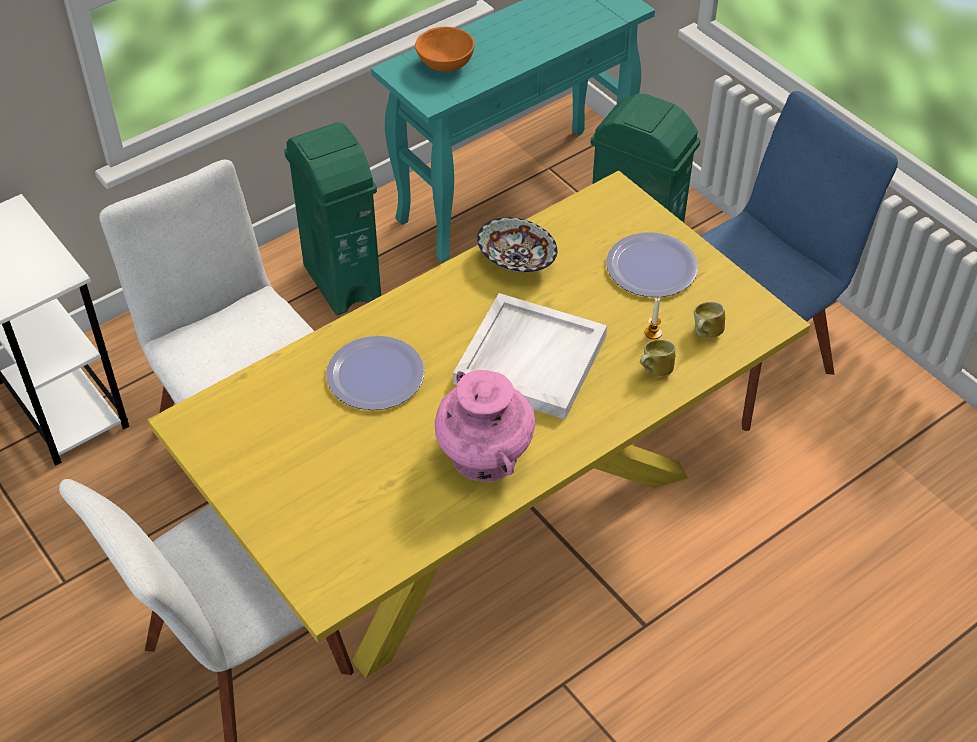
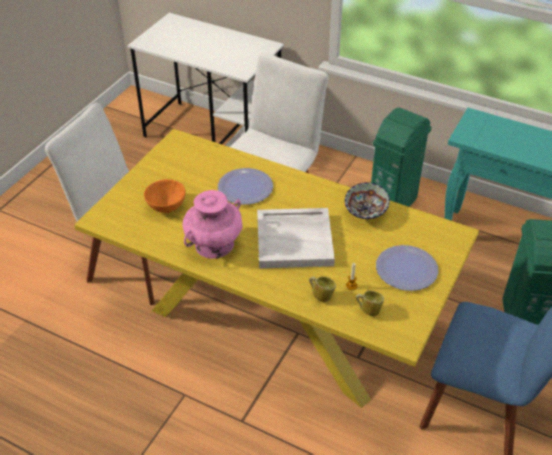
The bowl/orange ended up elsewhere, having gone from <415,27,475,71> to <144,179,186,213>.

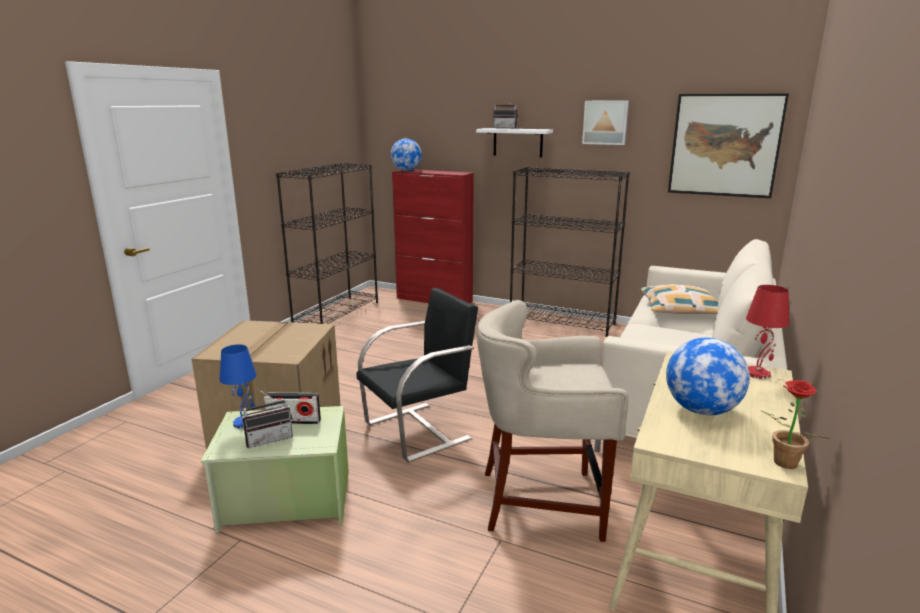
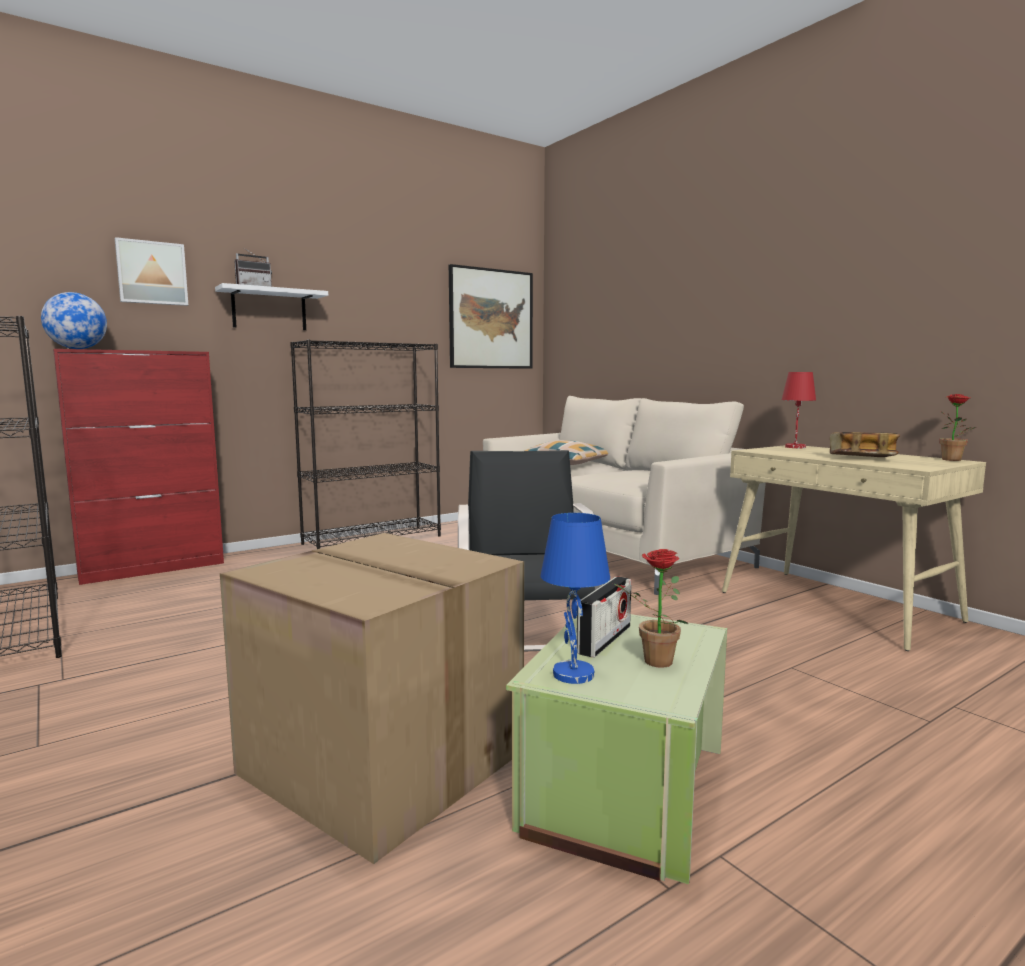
The picture ended up elsewhere, having gone from <582,101,629,145> to <115,237,188,306>.
The second view lost the stool/beige at <477,300,629,542>.
Where the globe stood at <666,338,750,415>, the book came to stand at <830,432,900,457>.
Where the radio stood at <242,388,293,448>, the potted plant came to stand at <613,549,688,668>.

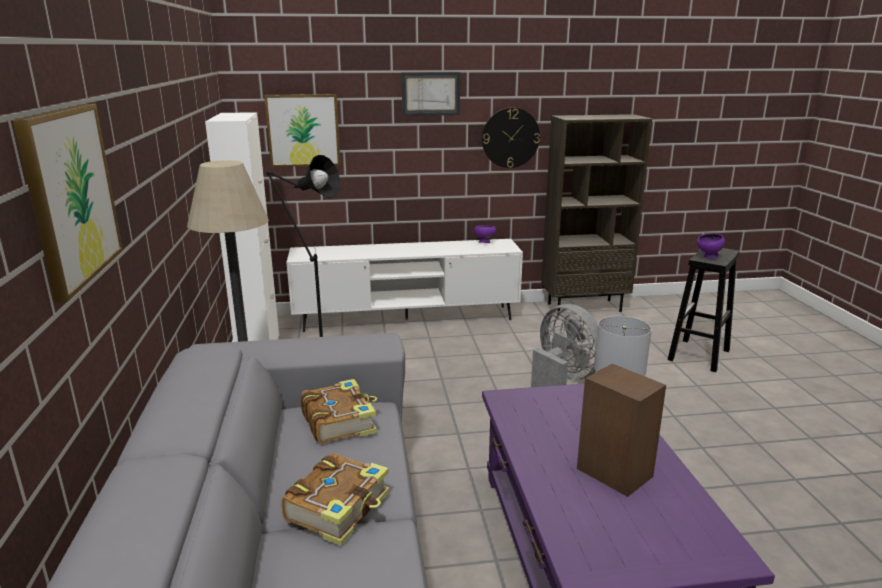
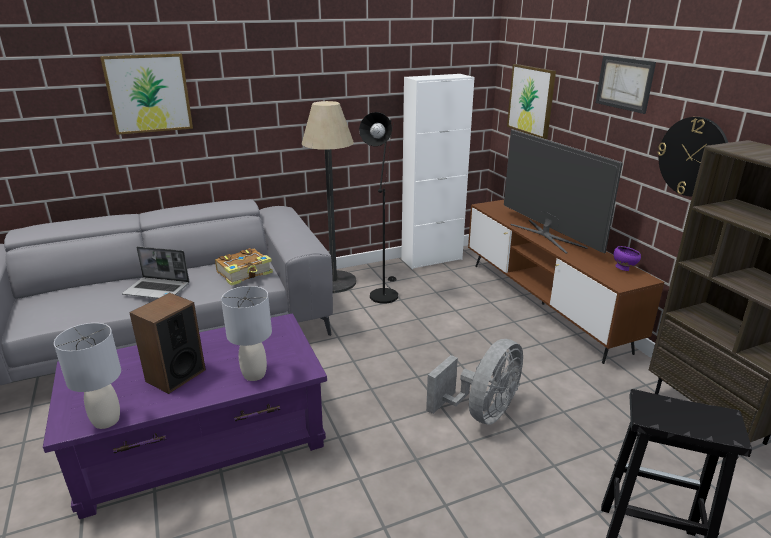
The second view lost the bowl/purple at <697,233,725,258>.
What was the tv stand/white at <286,239,523,332> turned into the tv stand/brown at <468,200,664,364>.
Where the book stood at <281,453,389,546>, the laptop came to stand at <122,246,189,298>.
The second view gained the television at <504,129,623,253>.
The second view gained the table lamp/grey at <54,323,121,429>.

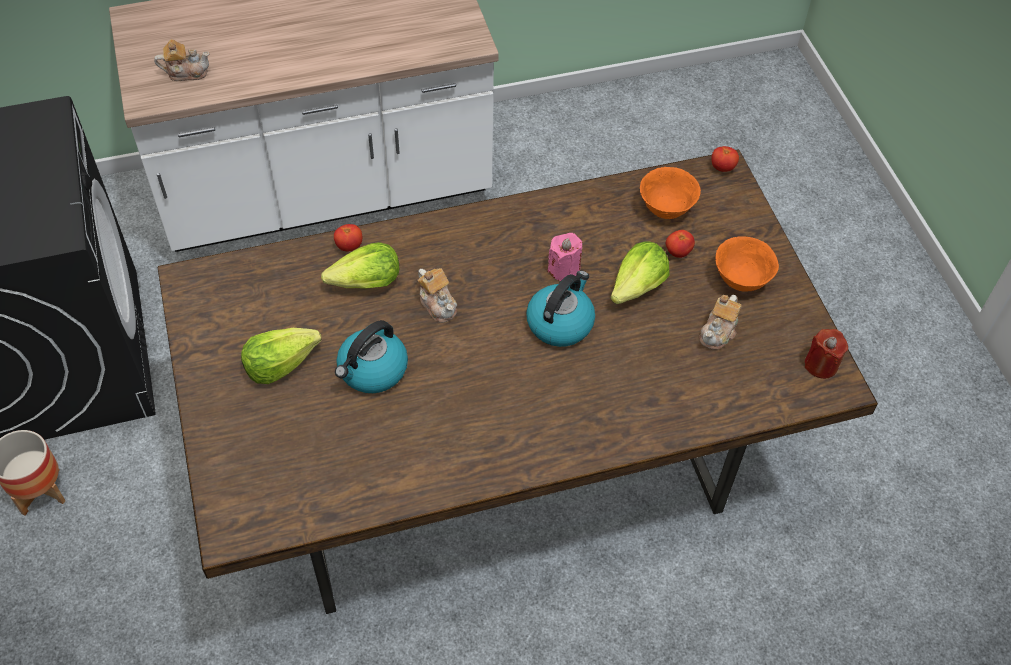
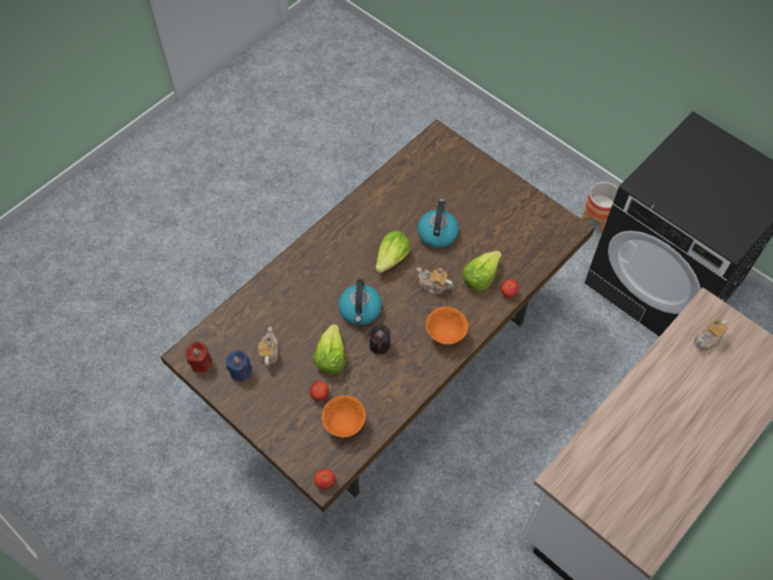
What was the candle/pink at <548,233,582,281> turned into the candle/black at <369,325,390,355>.
The bowl/orange ended up elsewhere, having gone from <715,236,779,292> to <426,307,468,345>.
The lettuce ended up elsewhere, having gone from <241,328,322,384> to <375,230,411,273>.
The second view gained the candle/blue at <226,350,252,382>.

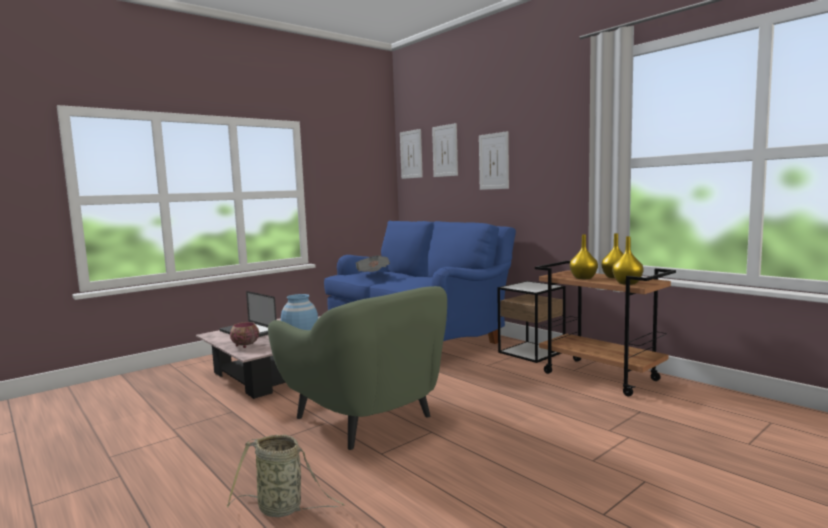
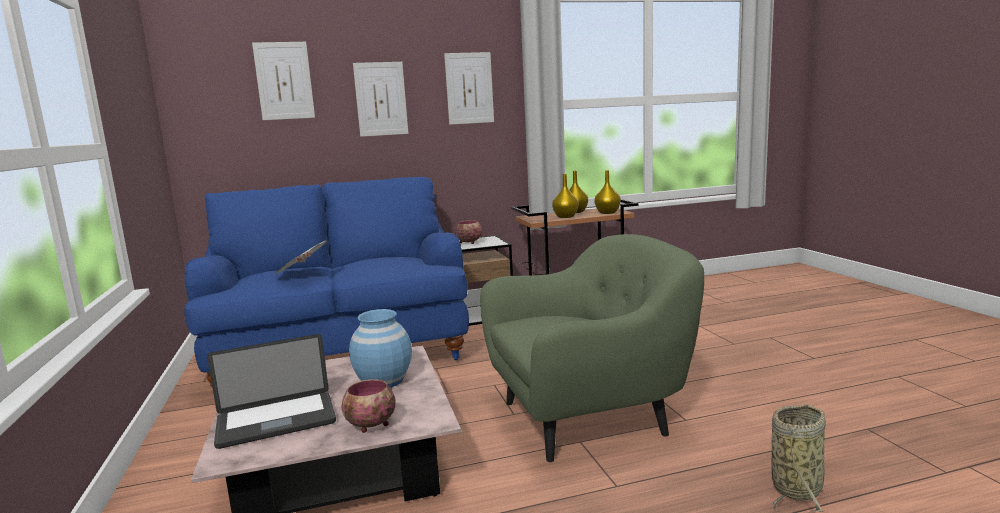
The picture ended up elsewhere, having gone from <400,129,423,179> to <444,52,494,125>.
The second view gained the bowl at <455,220,482,244>.

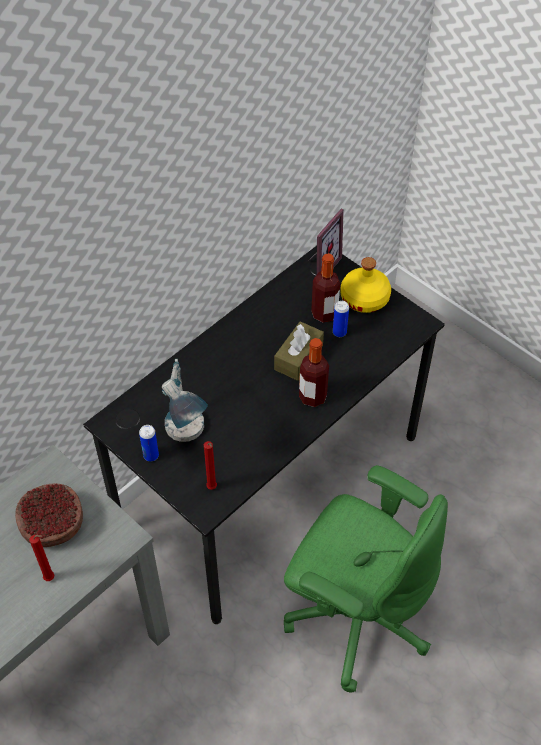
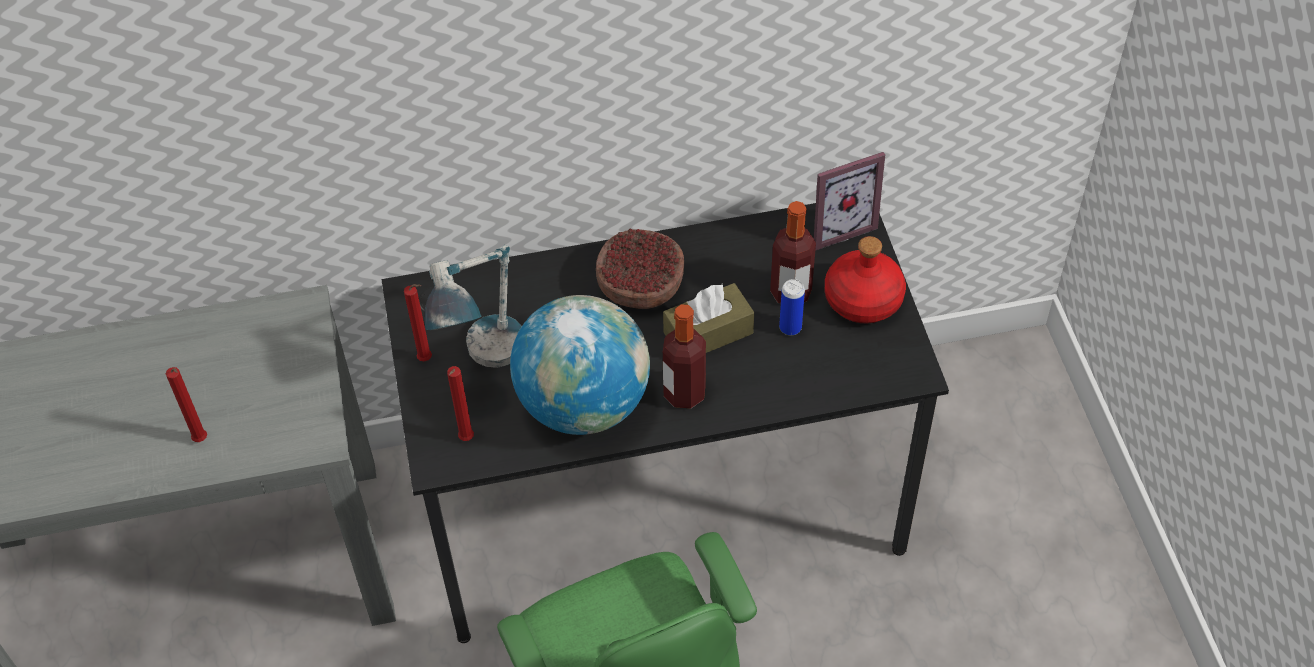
What was the bottle/yellow at <340,257,391,313> turned into the bottle/red at <825,236,906,323>.
Where the can stood at <139,425,159,461>, the candle/red came to stand at <404,284,432,361>.
The bowl ended up elsewhere, having gone from <15,483,83,547> to <596,229,684,309>.
The second view gained the globe at <510,295,650,435>.

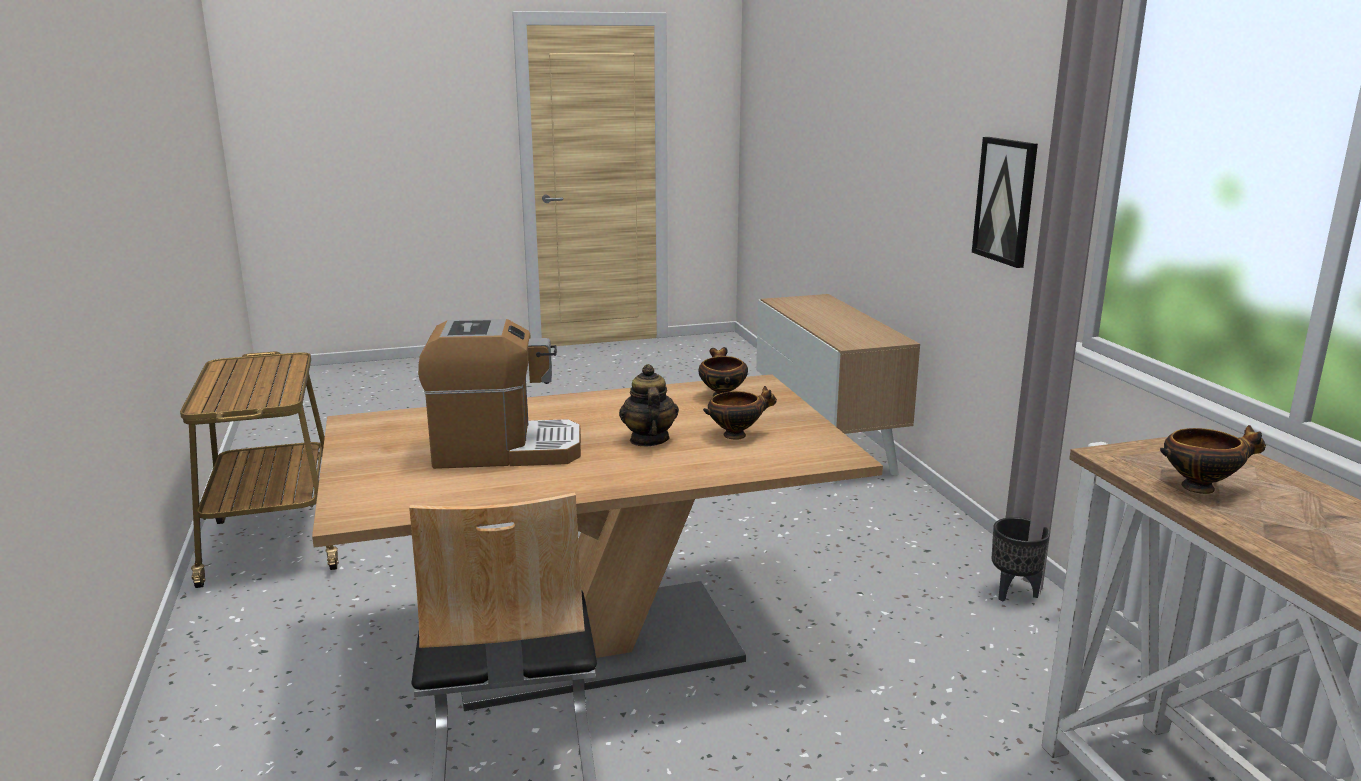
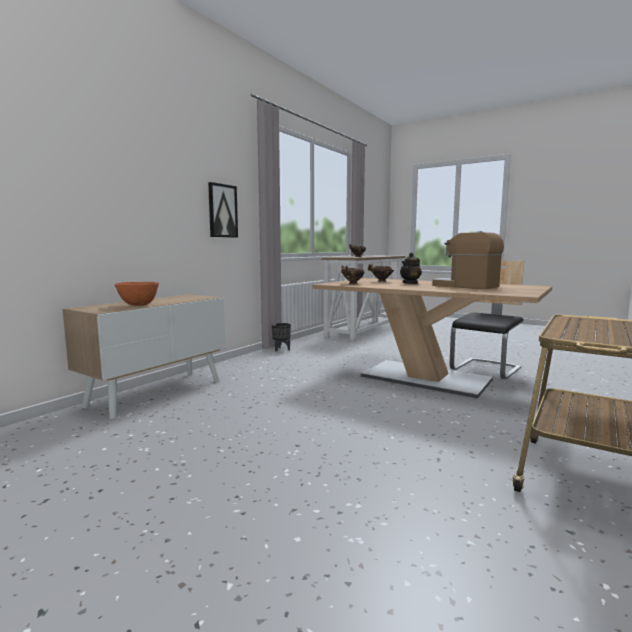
The second view gained the bowl/orange at <115,282,159,306>.

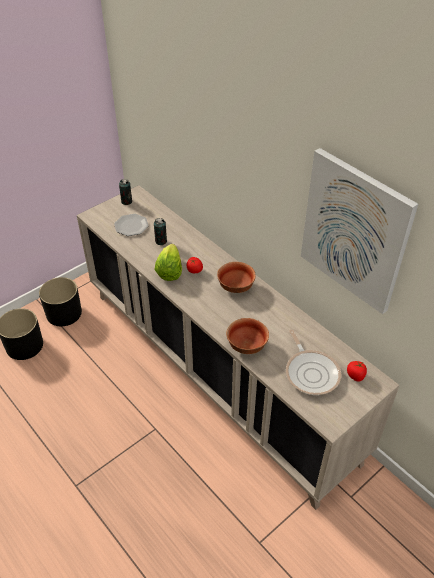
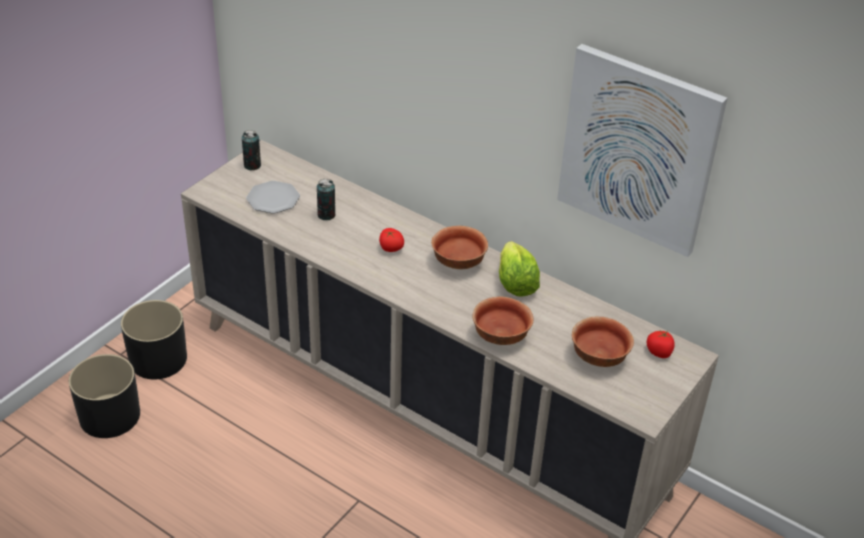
The lettuce ended up elsewhere, having gone from <155,244,182,281> to <499,241,540,297>.
Where the frying pan stood at <286,330,341,395>, the bowl came to stand at <572,316,634,367>.

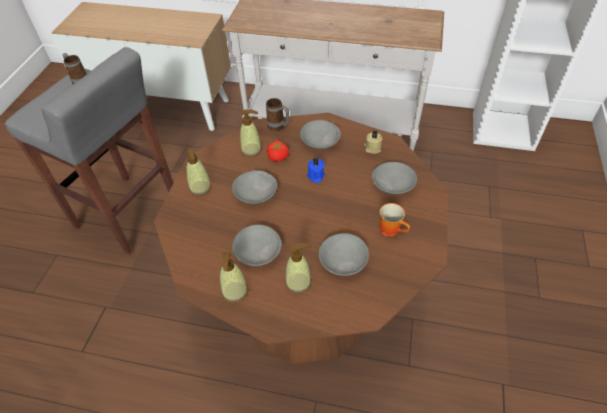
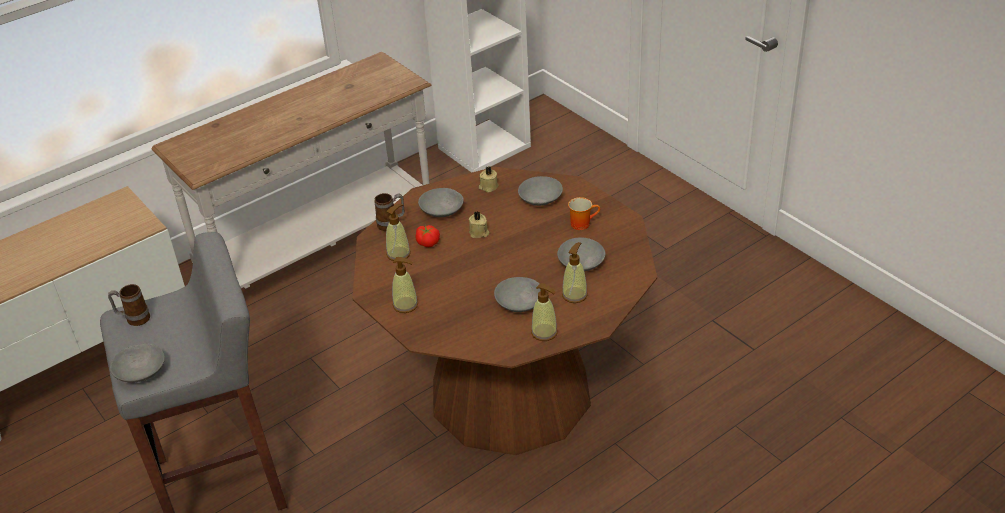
What was the candle/blue at <307,157,325,183> turned into the candle/beige at <469,211,489,238>.
The bowl/grey ended up elsewhere, having gone from <232,170,277,204> to <110,343,165,383>.

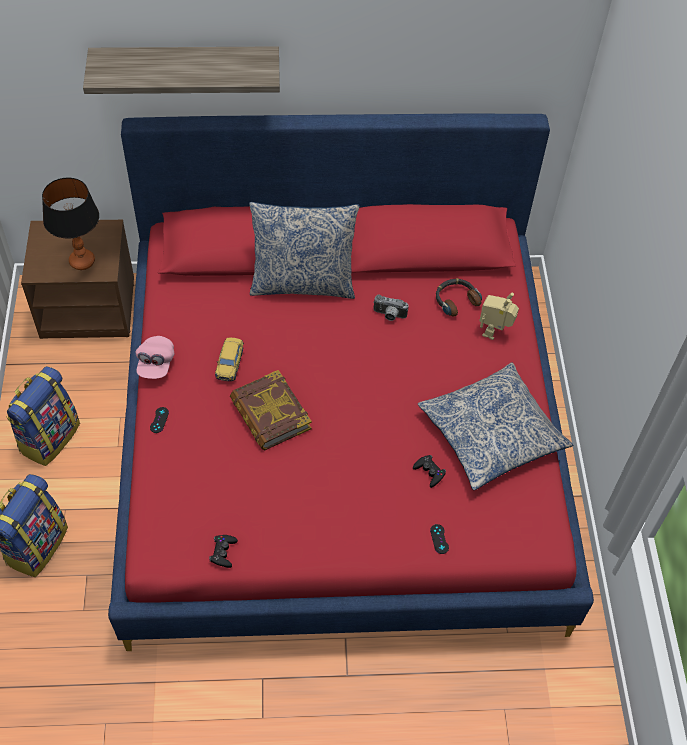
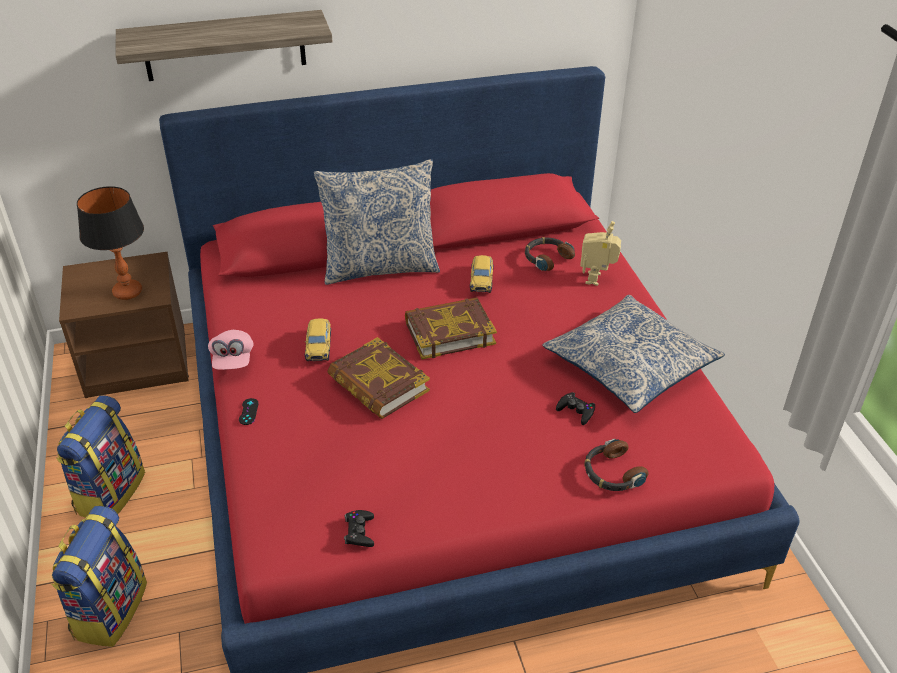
Where the photo camera stood at <373,295,409,321>, the toy car came to stand at <470,255,494,293>.
Where the game controller/black stood at <430,524,449,554>, the headphones came to stand at <584,439,649,491>.
The second view gained the book at <405,298,497,359>.

